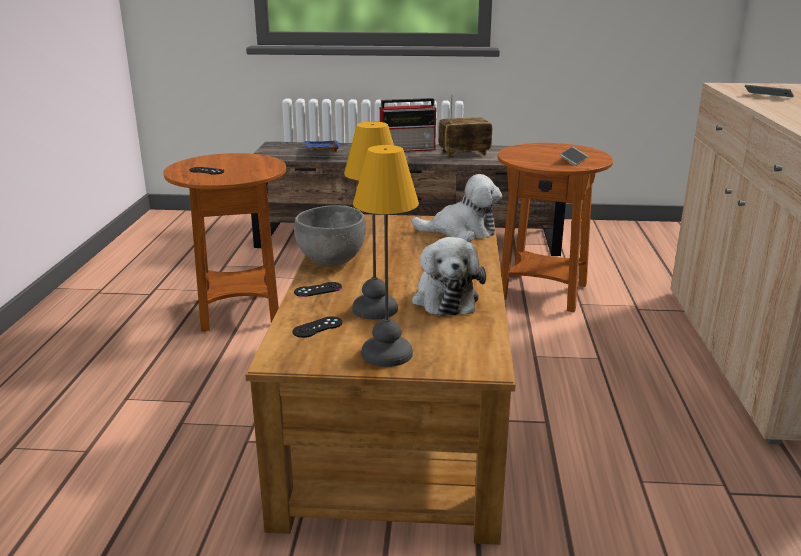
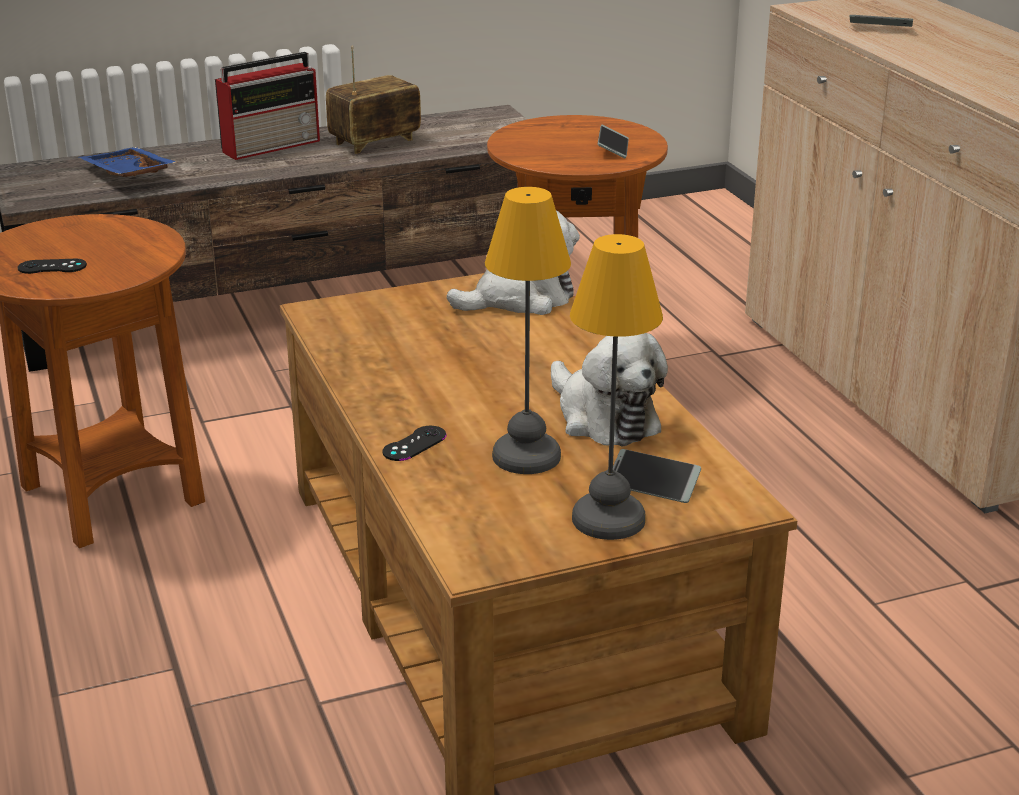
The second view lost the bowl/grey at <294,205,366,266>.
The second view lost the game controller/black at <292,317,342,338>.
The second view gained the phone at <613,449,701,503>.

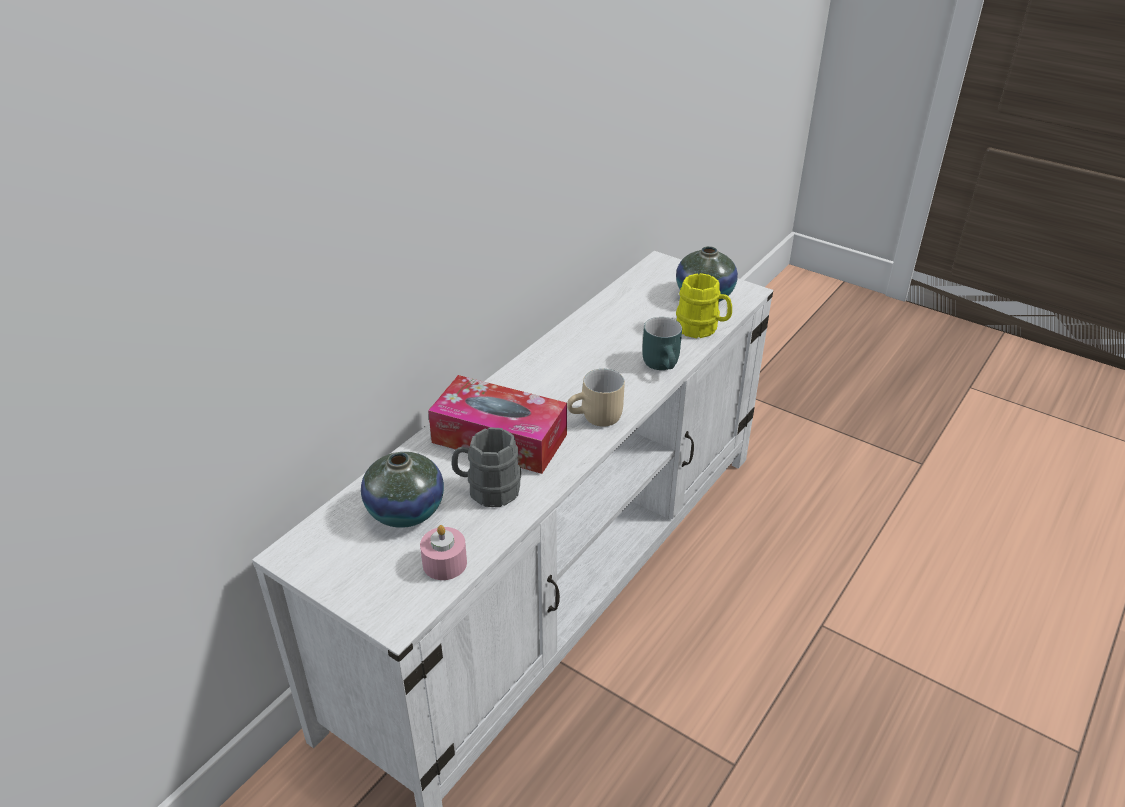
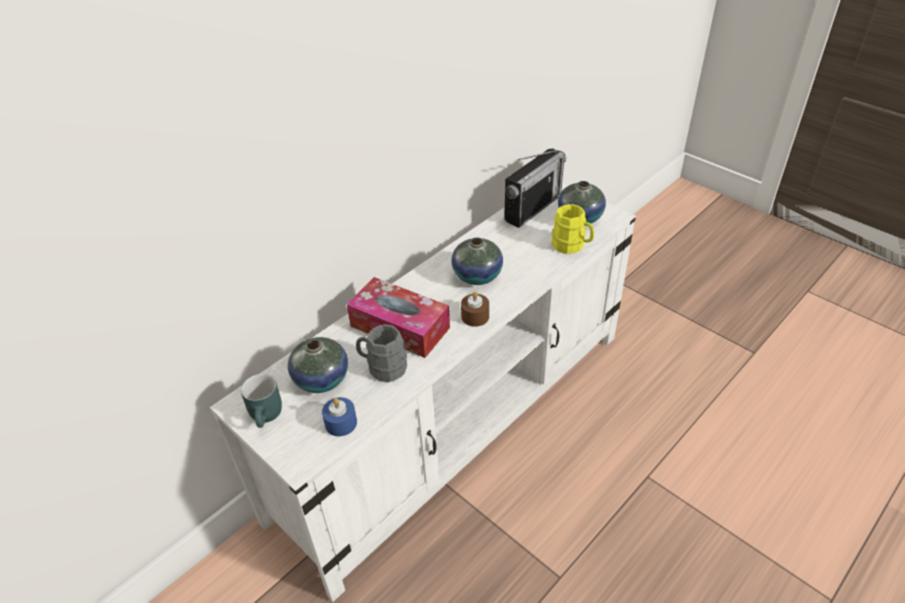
The mug/turquoise ended up elsewhere, having gone from <642,317,682,370> to <241,374,282,428>.
Where the mug/beige stood at <567,369,625,427>, the candle/brown came to stand at <461,292,489,327>.
What was the candle/pink at <420,525,467,580> turned into the candle/blue at <322,397,357,436>.
The second view gained the radio at <504,149,566,228>.
The second view gained the vase at <451,237,503,285>.

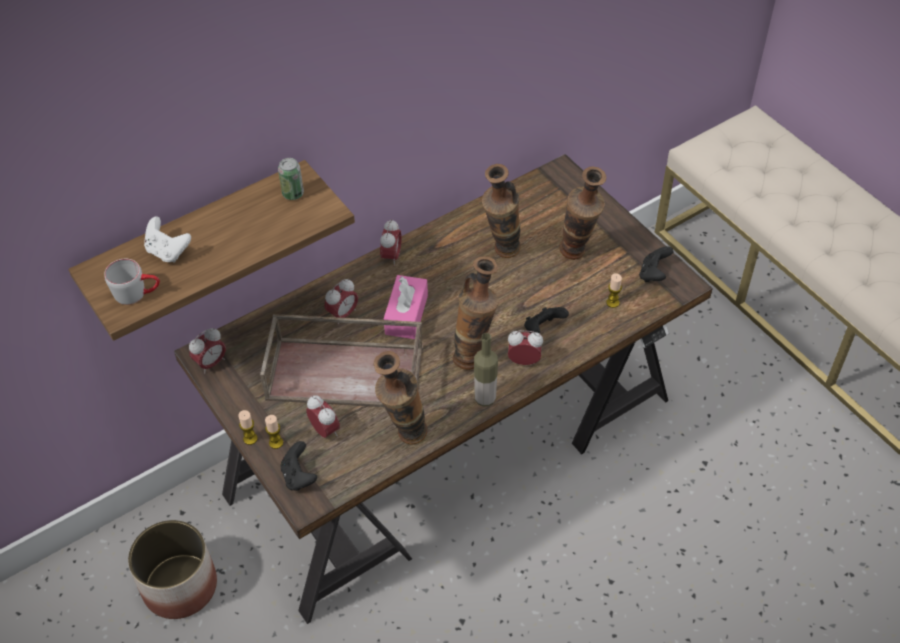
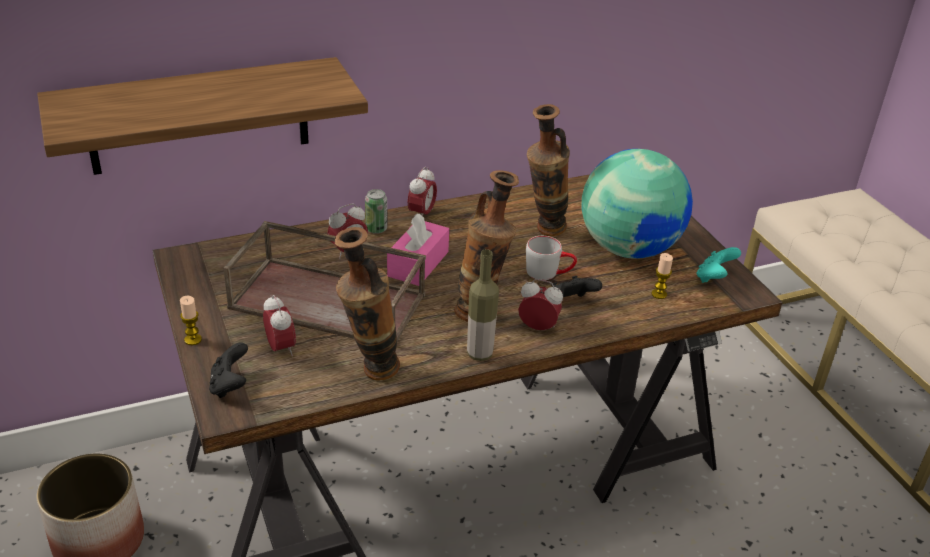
The can ended up elsewhere, having gone from <278,158,304,200> to <365,189,387,234>.
Where the vase stood at <559,167,606,260>, the globe came to stand at <582,149,693,259>.
The second view lost the game controller/white at <144,217,191,263>.
What was the game controller/black at <639,246,673,282> turned into the game controller/turquoise at <697,247,741,283>.
The mug/grey ended up elsewhere, having gone from <104,259,160,305> to <526,236,577,280>.
The second view lost the alarm clock at <189,328,226,374>.
The second view lost the candle at <265,415,283,449>.

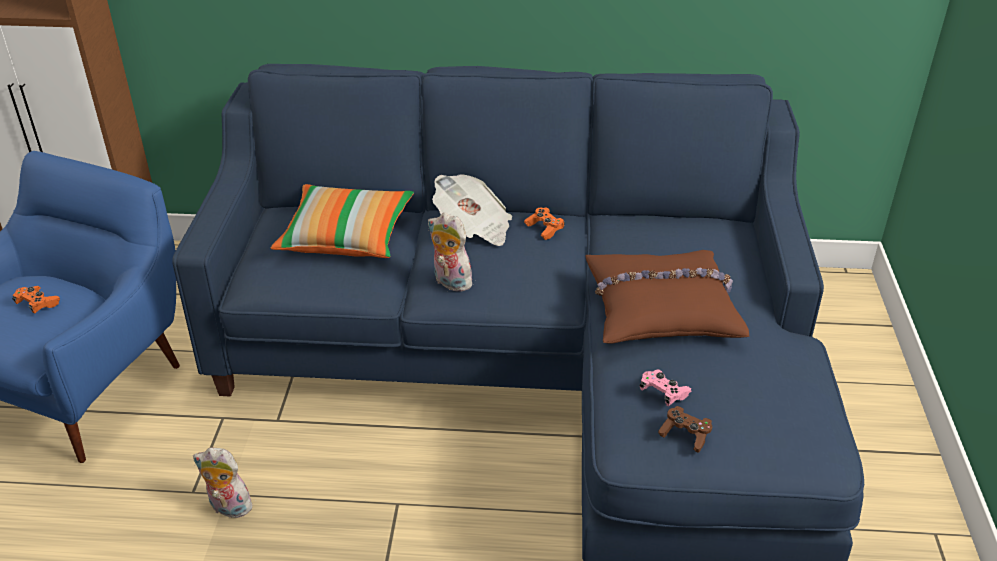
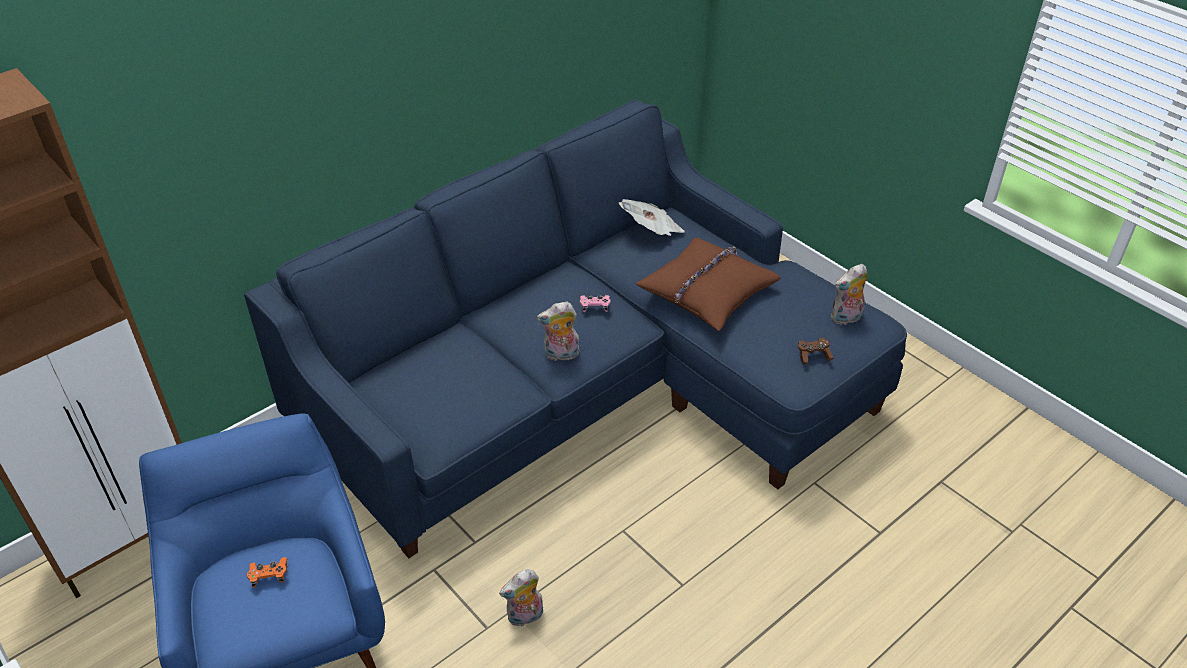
The newspaper ended up elsewhere, having gone from <432,174,512,246> to <619,199,685,236>.
The second view lost the pillow at <271,184,414,258>.
The second view lost the game controller/orange at <524,207,565,240>.
The game controller/pink ended up elsewhere, having gone from <640,369,692,406> to <580,295,611,312>.
The second view gained the plush toy at <831,264,867,325>.

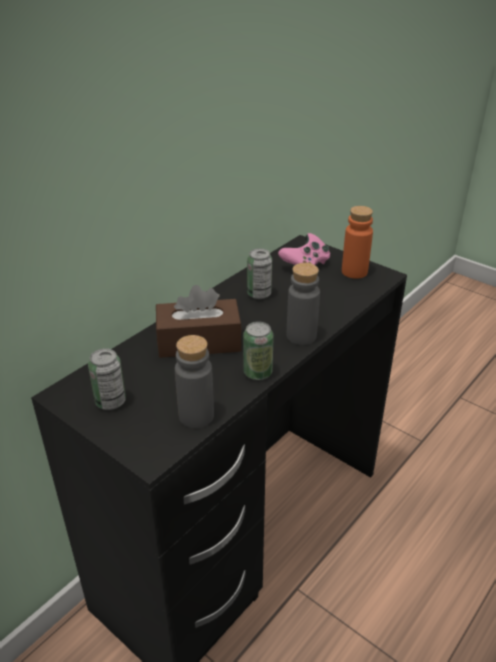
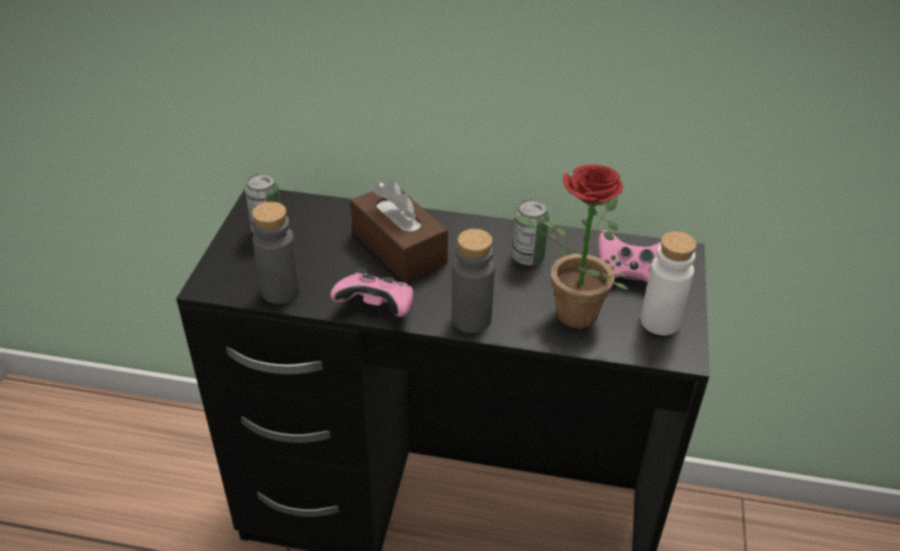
What was the bottle/orange at <342,206,373,279> turned into the bottle/white at <640,231,697,335>.
Where the can stood at <243,321,274,380>, the game controller/pink came to stand at <330,268,413,317>.
The second view gained the potted plant at <514,164,629,329>.

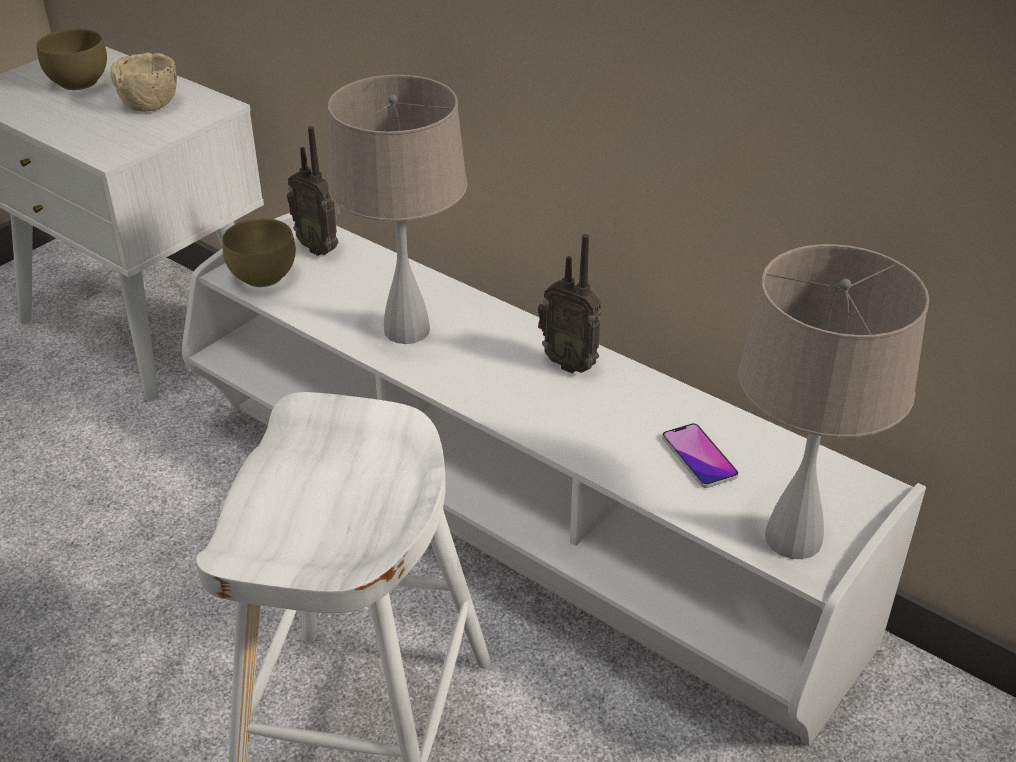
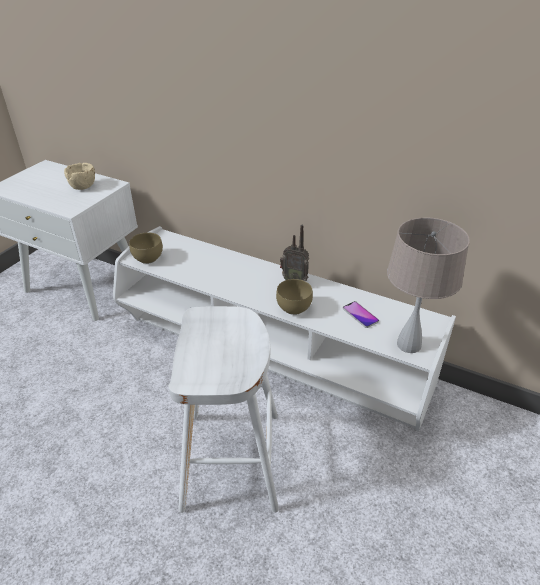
The bowl/brown ended up elsewhere, having gone from <36,29,107,90> to <276,279,313,315>.
The second view lost the table lamp/beige at <328,75,467,344>.
The second view lost the radio at <287,126,340,256>.

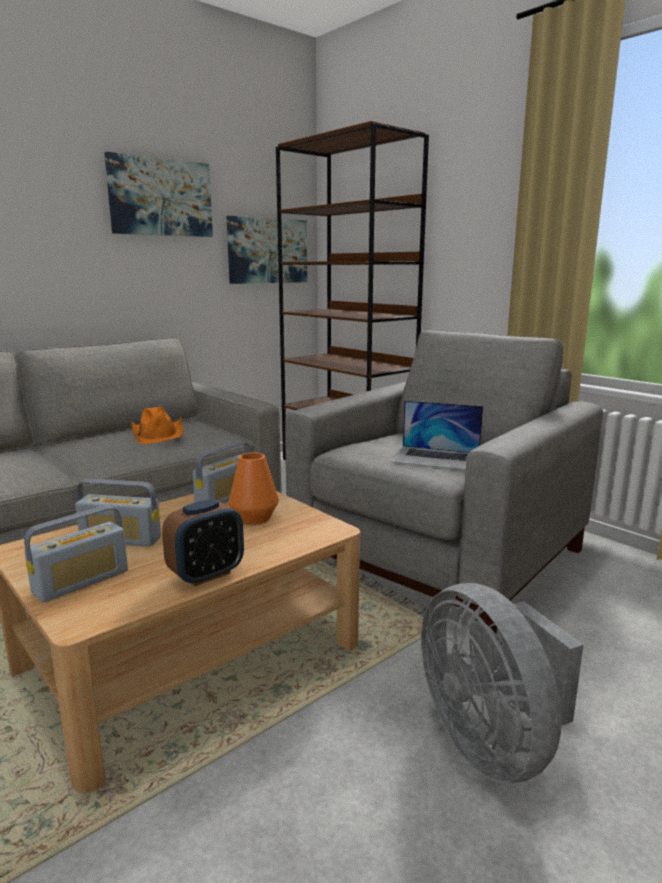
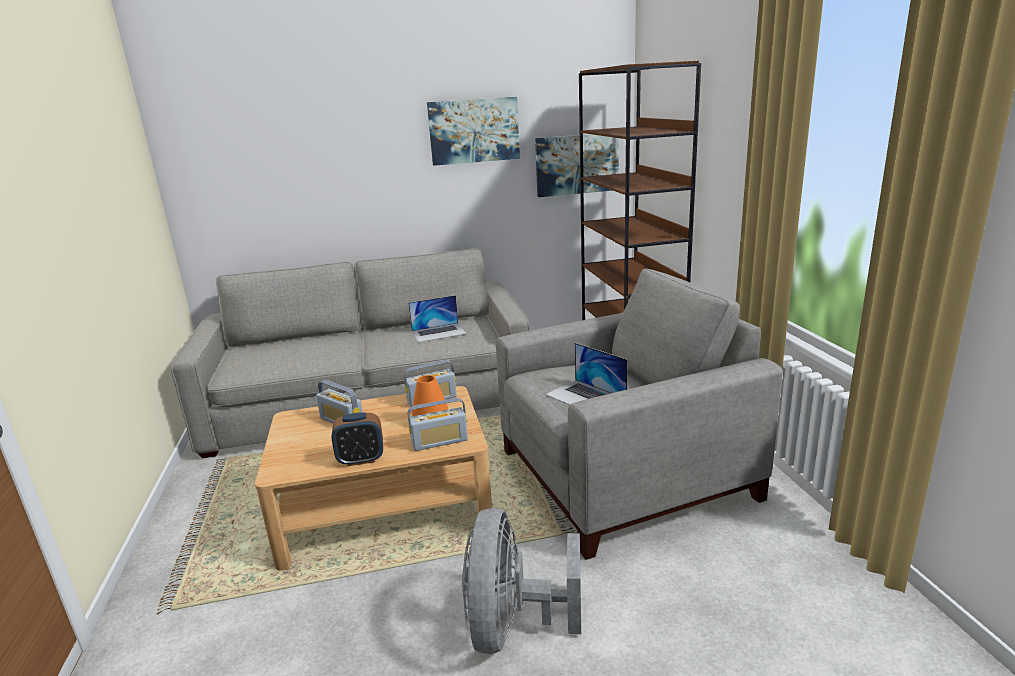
Where the hat/orange stood at <131,407,183,444>, the laptop came to stand at <408,295,467,342>.
The radio ended up elsewhere, having gone from <24,505,128,602> to <408,398,468,451>.

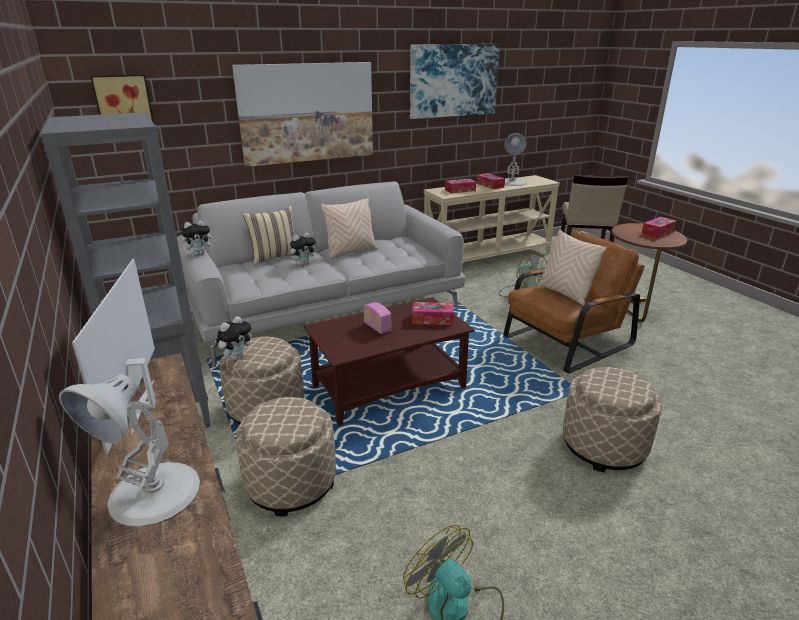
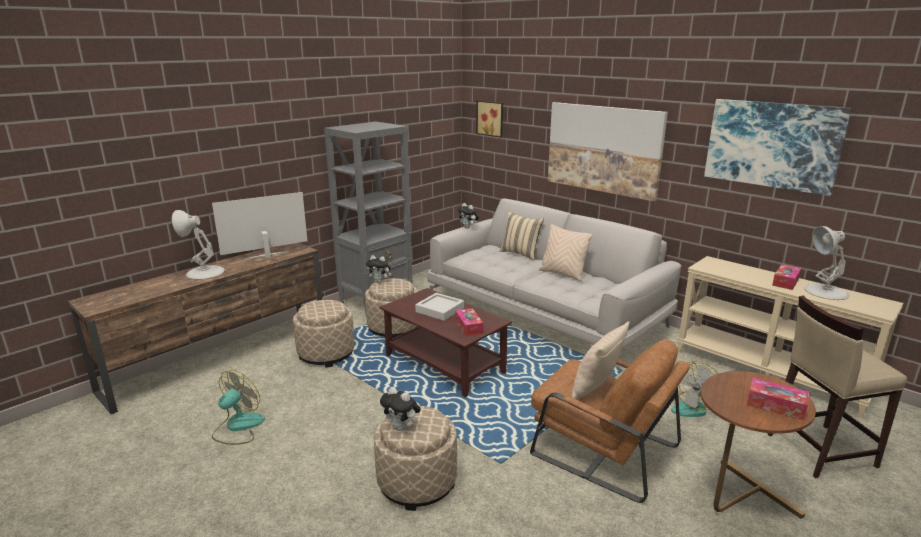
The second view lost the tissue box at <445,179,476,193>.
The plush toy ended up elsewhere, having gone from <290,233,317,265> to <380,387,421,431>.
Where the radio stood at <364,302,392,334>, the tray/grey came to stand at <415,293,464,321>.

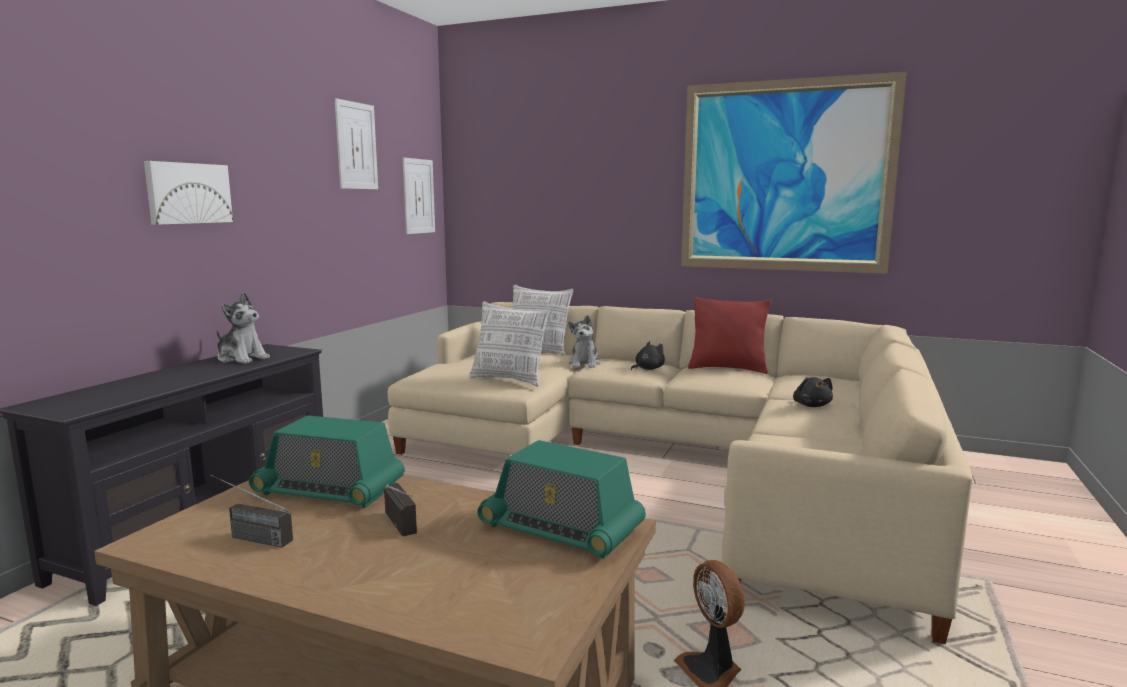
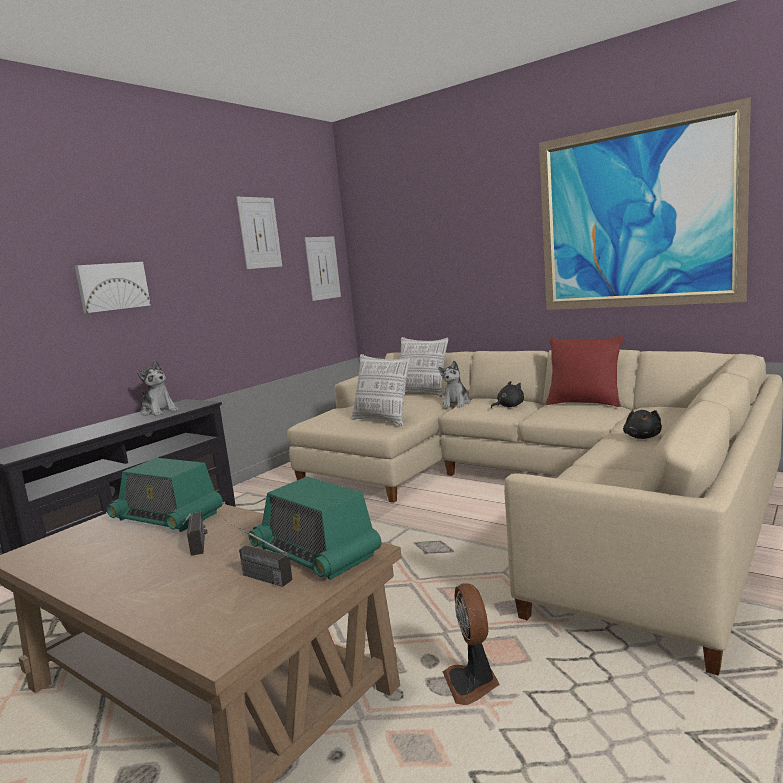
The radio ended up elsewhere, having gone from <211,475,293,548> to <224,520,292,587>.

